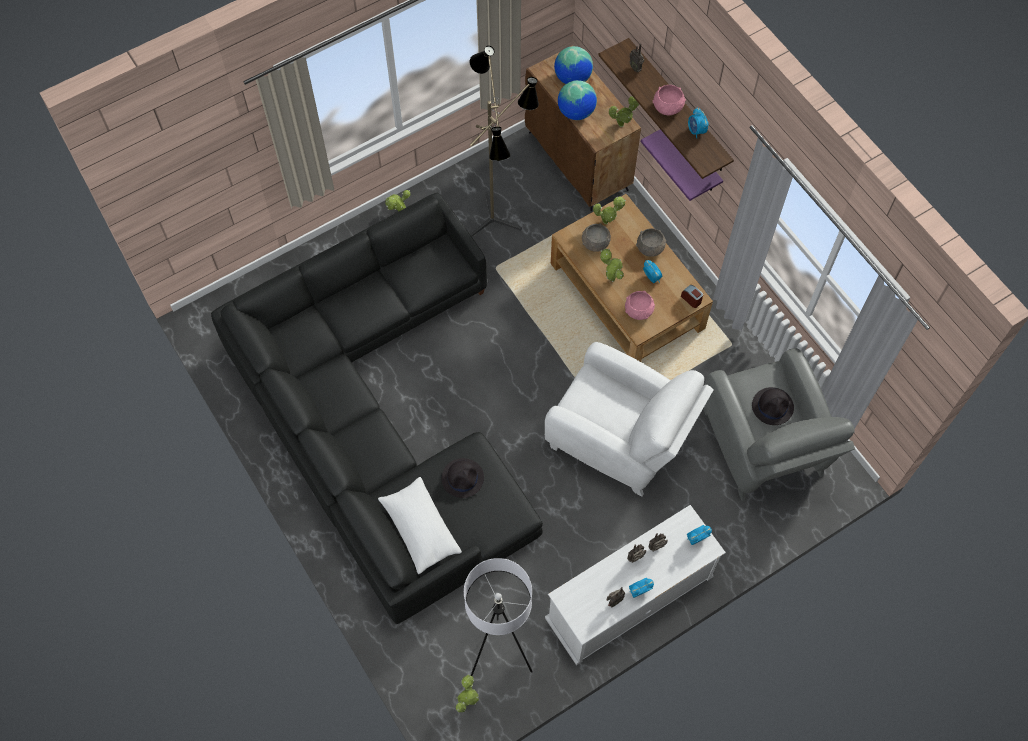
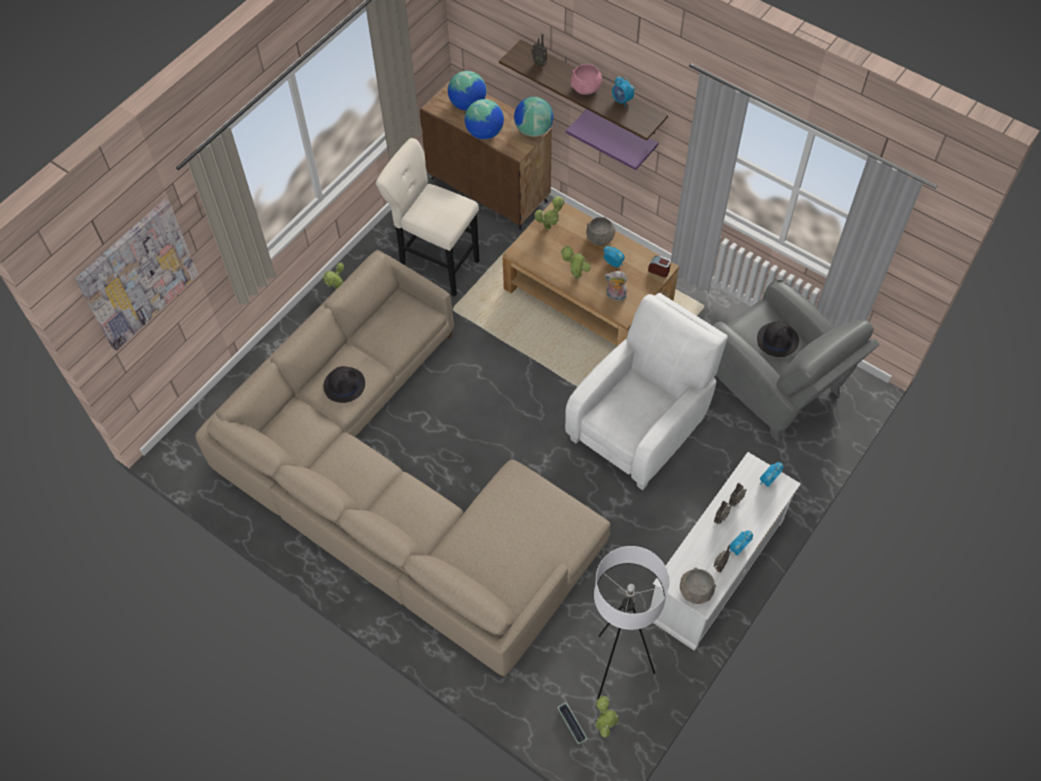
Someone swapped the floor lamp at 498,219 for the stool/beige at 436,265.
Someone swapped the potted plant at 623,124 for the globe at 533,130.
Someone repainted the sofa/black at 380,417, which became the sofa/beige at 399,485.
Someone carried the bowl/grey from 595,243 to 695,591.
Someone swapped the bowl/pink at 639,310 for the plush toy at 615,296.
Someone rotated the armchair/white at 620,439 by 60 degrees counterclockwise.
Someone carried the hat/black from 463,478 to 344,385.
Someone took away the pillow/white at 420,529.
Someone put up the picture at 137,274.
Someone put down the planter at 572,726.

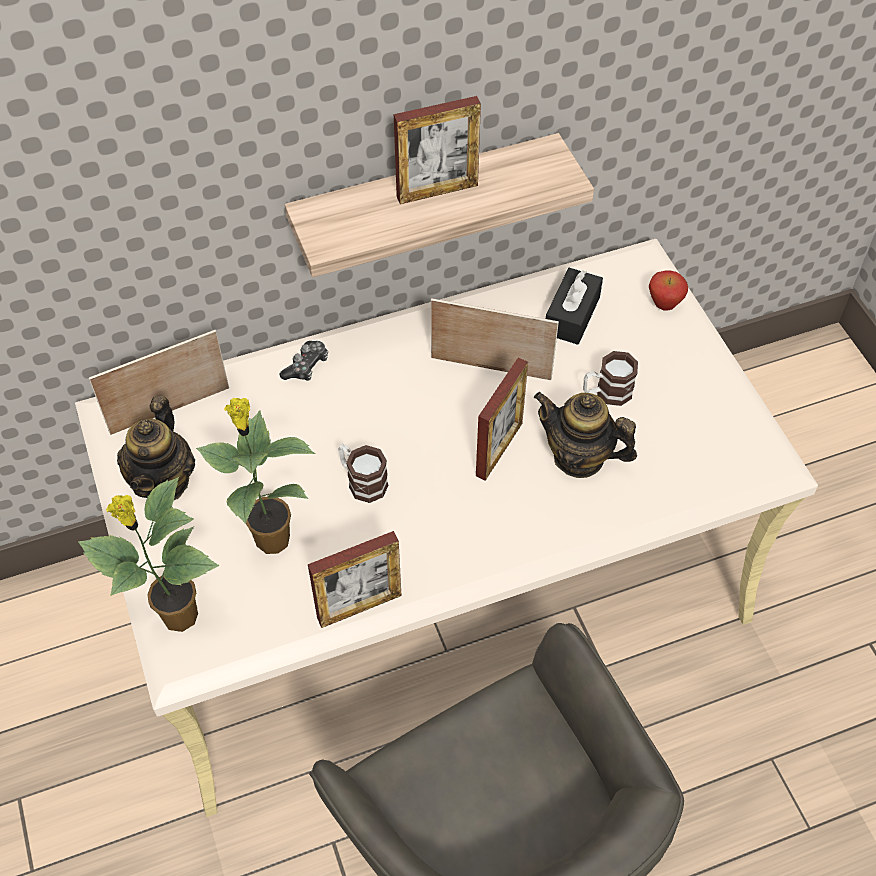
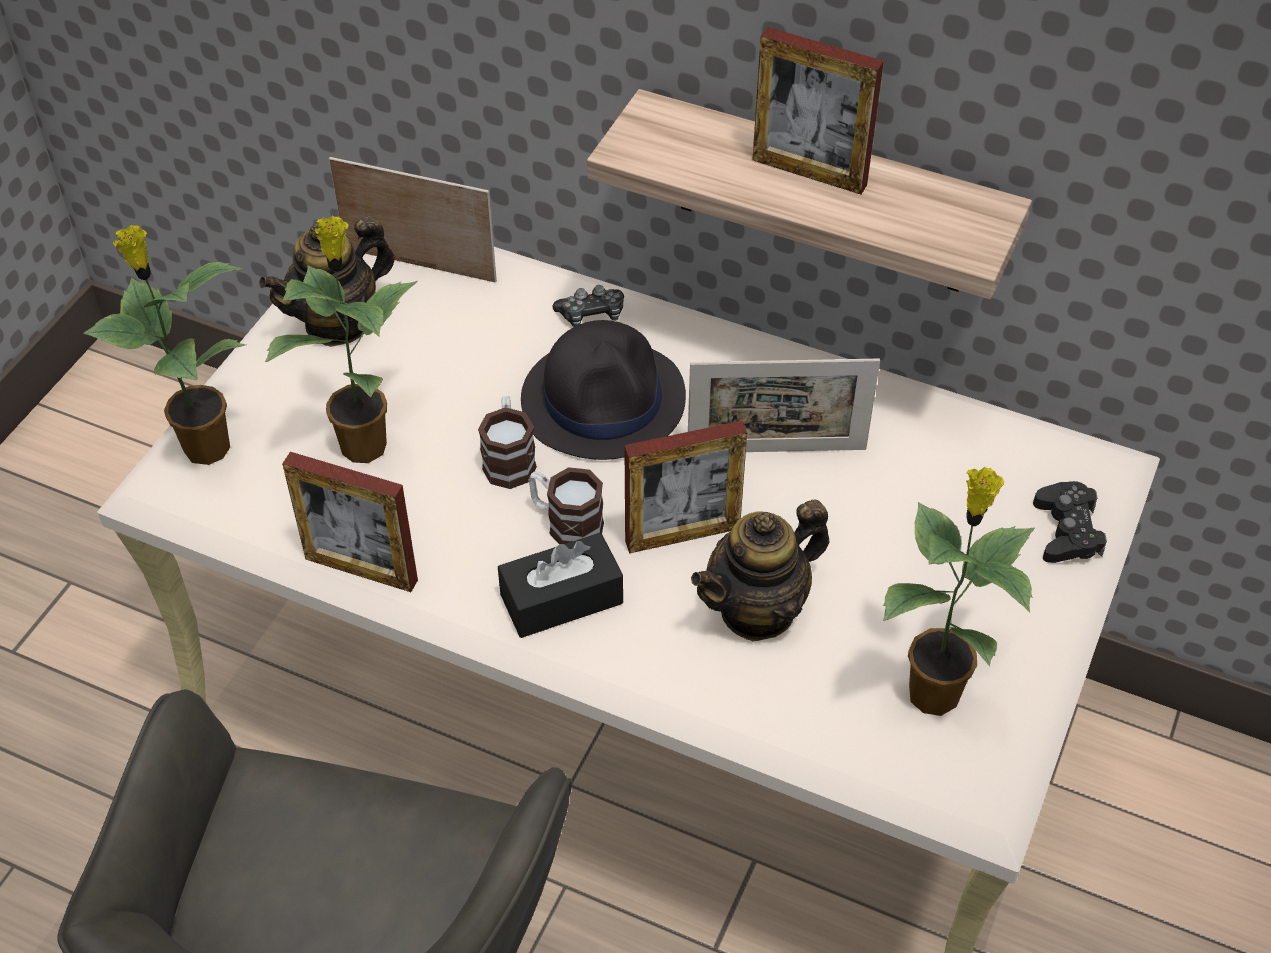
Someone carried the tissue box/black from 572,315 to 561,599.
Someone swapped the apple at 664,305 for the game controller/black at 1067,531.
Someone rotated the picture frame at 491,368 by 120 degrees clockwise.
Someone carried the mug from 606,393 to 566,523.
Someone rotated the teapot at 579,457 by 105 degrees counterclockwise.
Someone put down the hat/black at 604,399.
Someone put down the potted plant at 934,690.

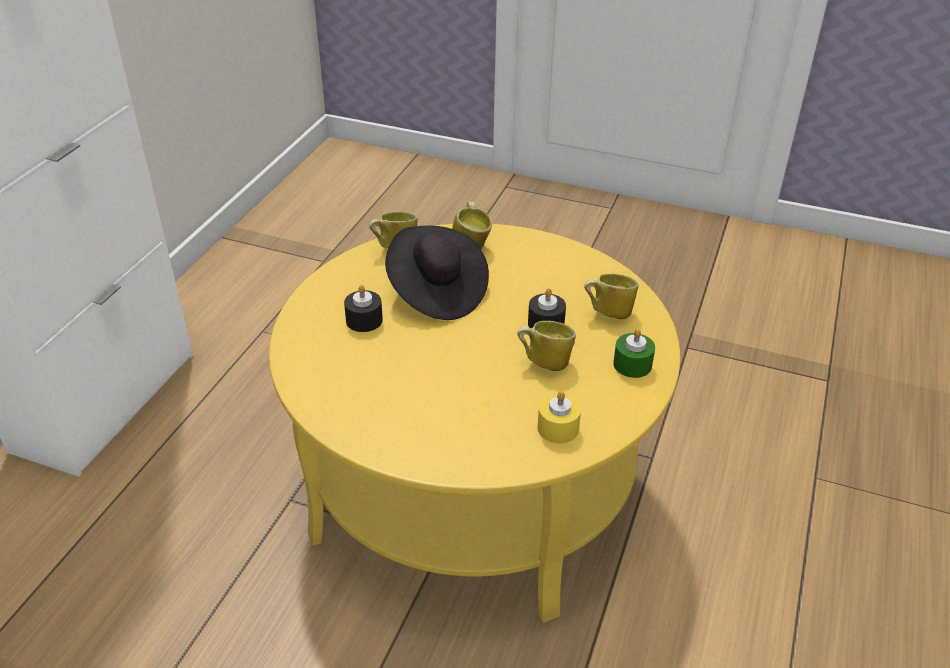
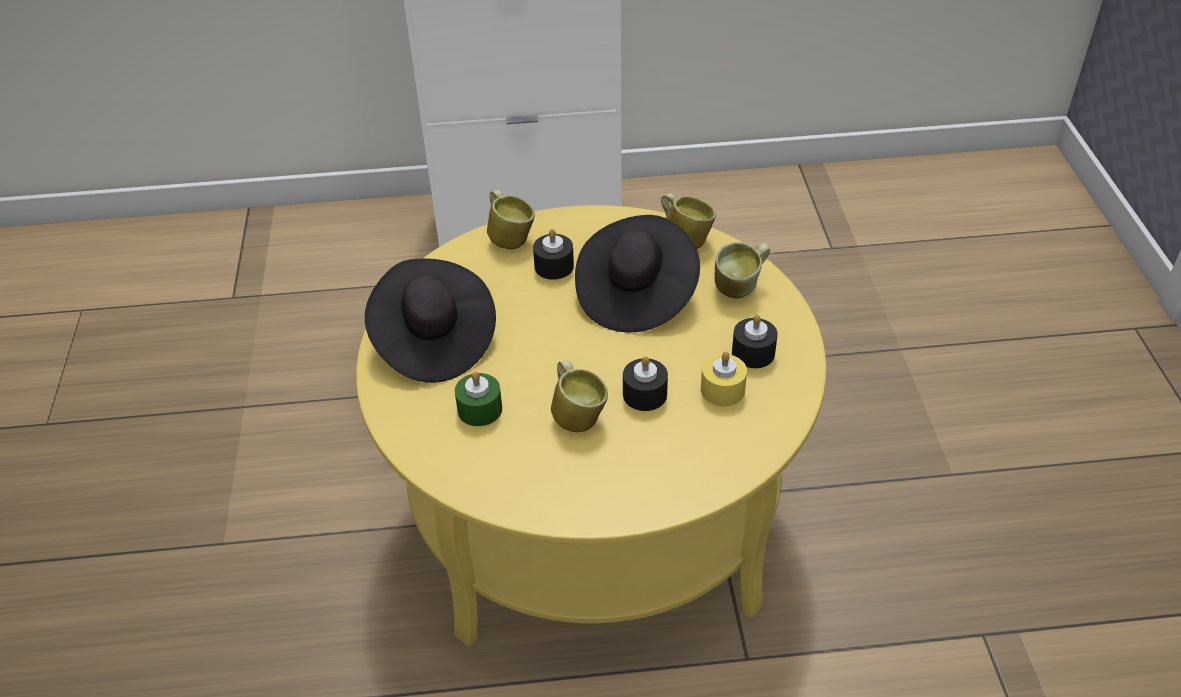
Someone carried the mug from 607,313 to 510,238.
Someone carried the candle/green from 632,364 to 480,409.
Someone carried the candle/yellow from 558,428 to 722,390.
Someone put down the hat/black at 433,341.
Someone put down the candle/black at 753,353.

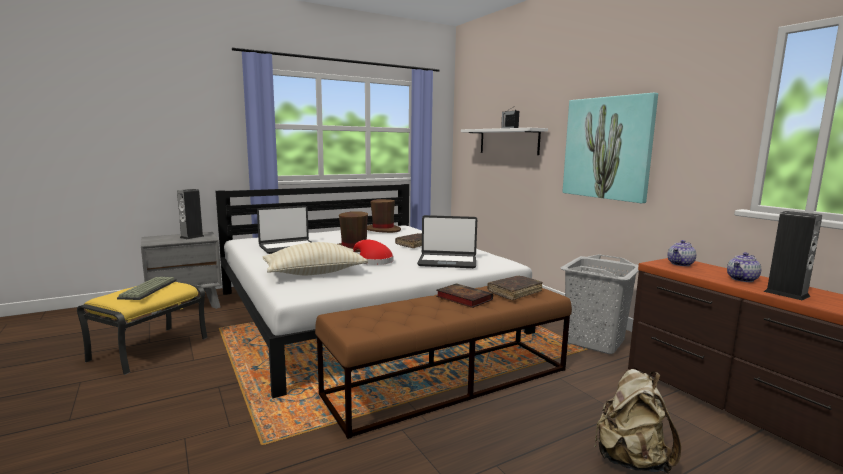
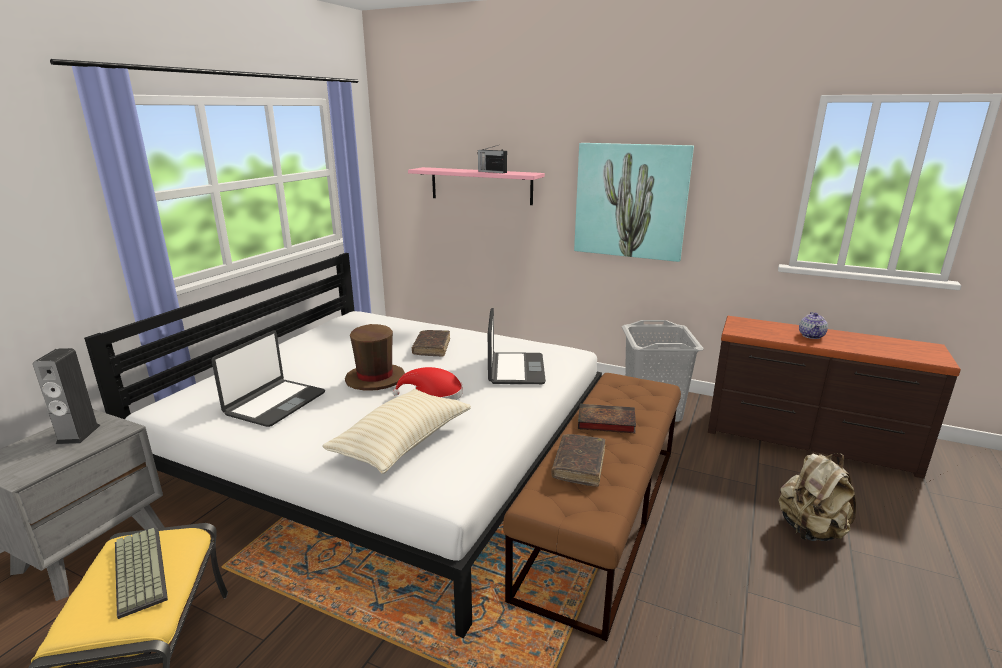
Someone repainted the shelf/white at 508,141, which became the shelf/pink at 481,185.
Someone took away the hat/brown at 383,230.
Someone took away the speaker at 786,294.
Someone rotated the laptop at 447,262 by 60 degrees counterclockwise.
Someone took away the teapot at 680,264.
Someone carried the book/brown from 514,292 to 579,465.

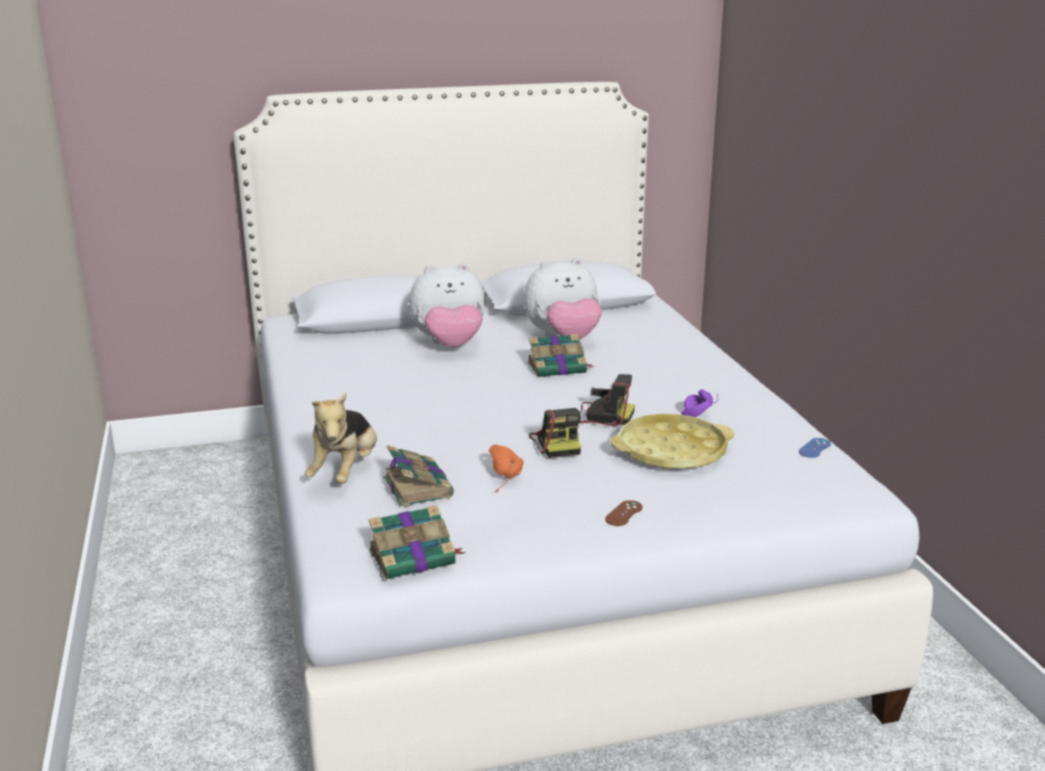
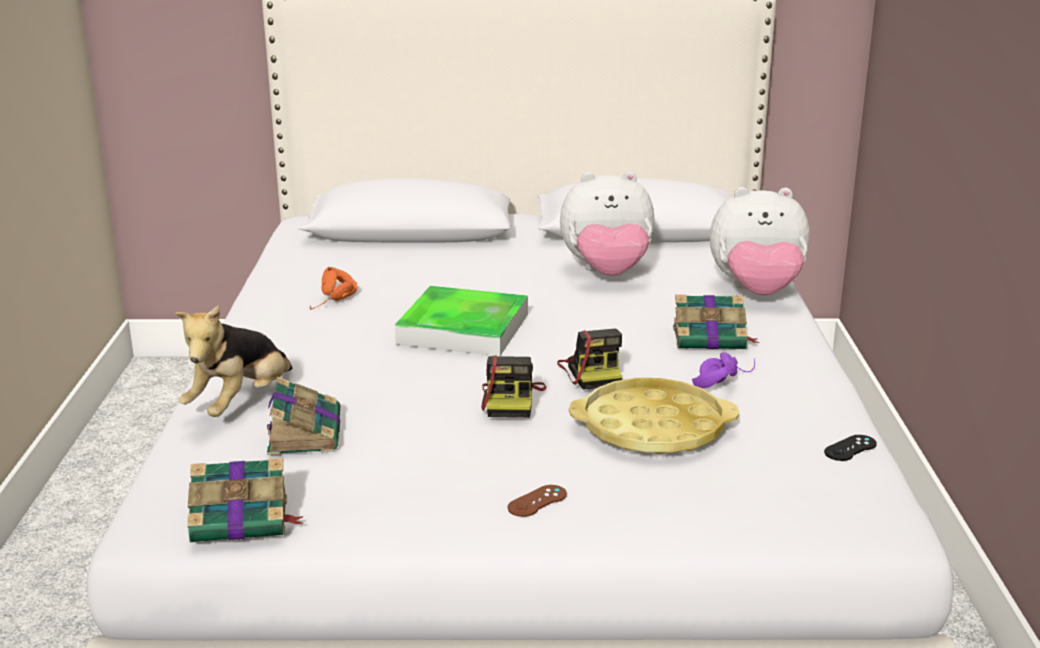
Someone carried the plush toy from 450,345 to 756,292.
Someone carried the book from 558,367 to 711,338.
Someone rotated the photo camera at 602,416 by 45 degrees clockwise.
Someone repainted the game controller/blue at 815,448, which became the game controller/black at 850,448.
Someone carried the headphones/orange from 508,480 to 335,302.
Someone put down the tray at 463,329.

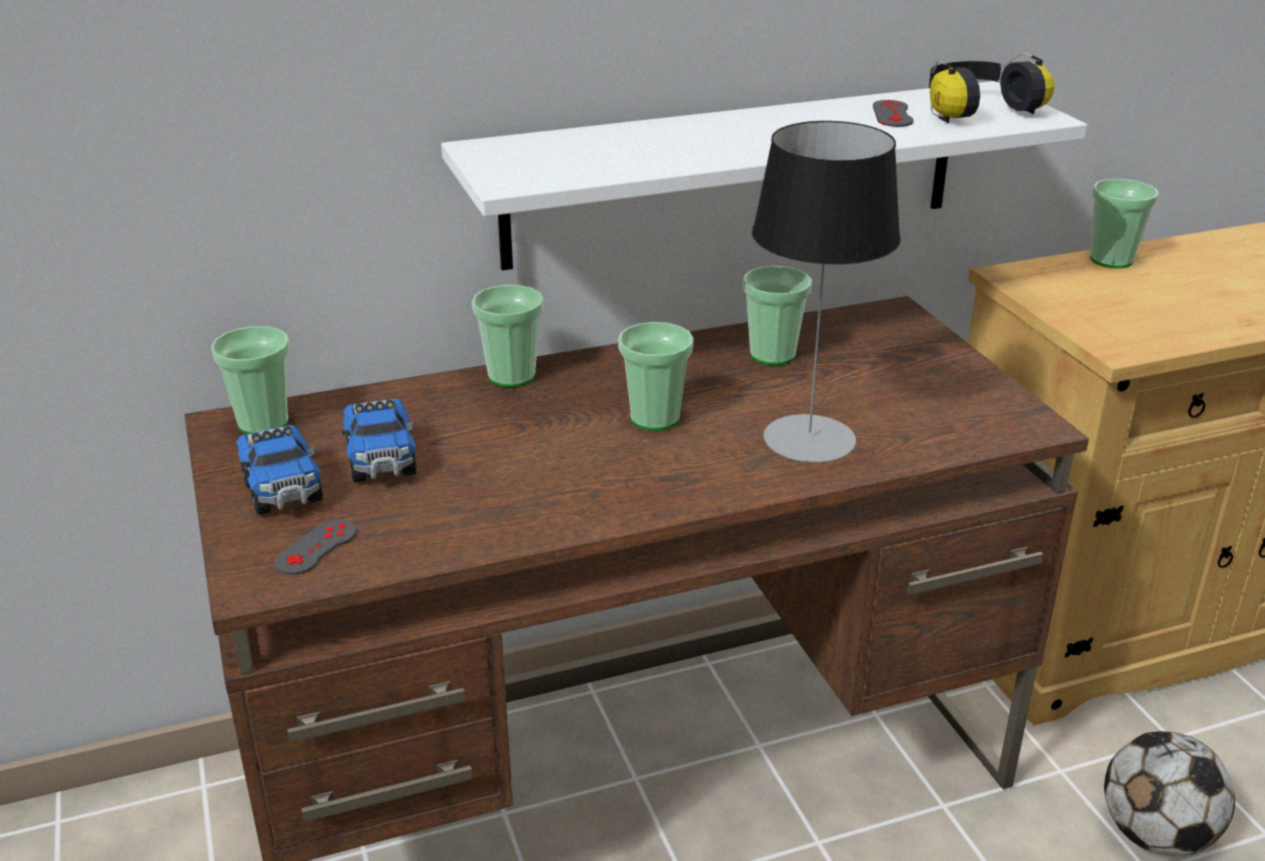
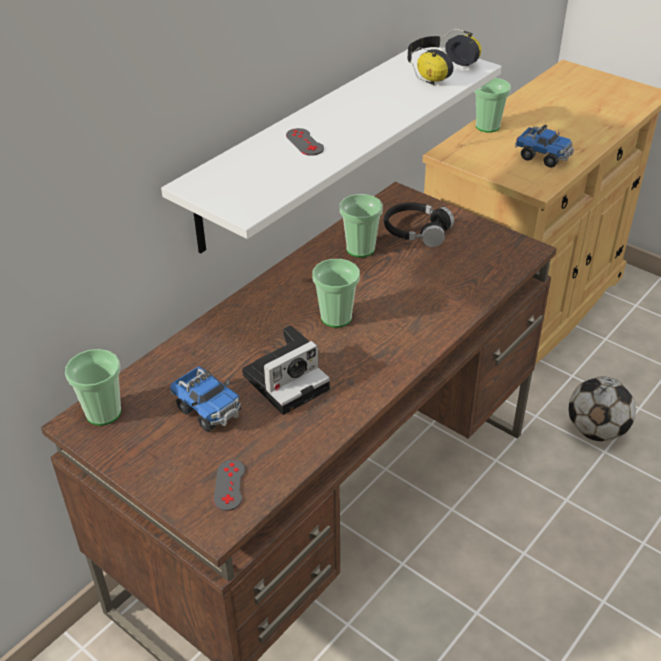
Someone carried the game controller/grey from 892,114 to 304,142.
Someone took away the table lamp at 809,438.
Someone took away the cup at 511,376.
Someone carried the toy truck from 282,491 to 542,157.
Someone put down the headphones/black at 416,231.
Someone put down the photo camera at 287,380.

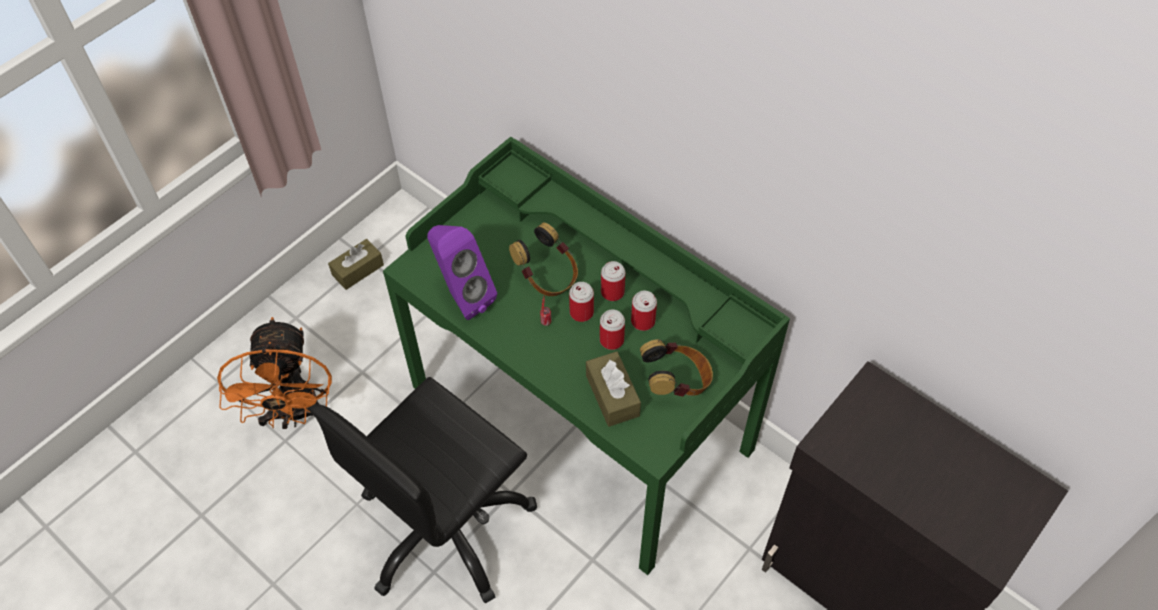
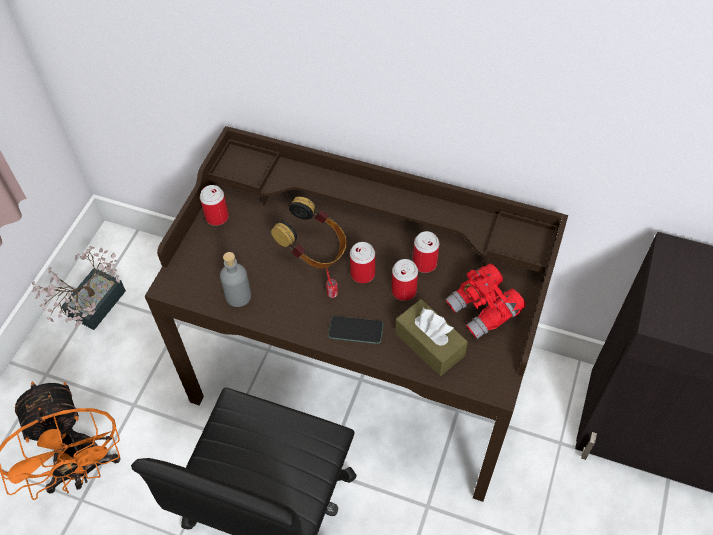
Someone repainted the desk/green at 582,416, which became the desk/brown at 360,375.
Someone swapped the speaker/purple at 462,297 for the bottle/grey at 238,296.
Someone swapped the tissue box/brown at 358,270 for the potted plant at 91,308.
Someone carried the can from 612,292 to 217,217.
Someone swapped the headphones at 677,382 for the binoculars/red at 483,310.
Someone put down the phone at 355,330.

